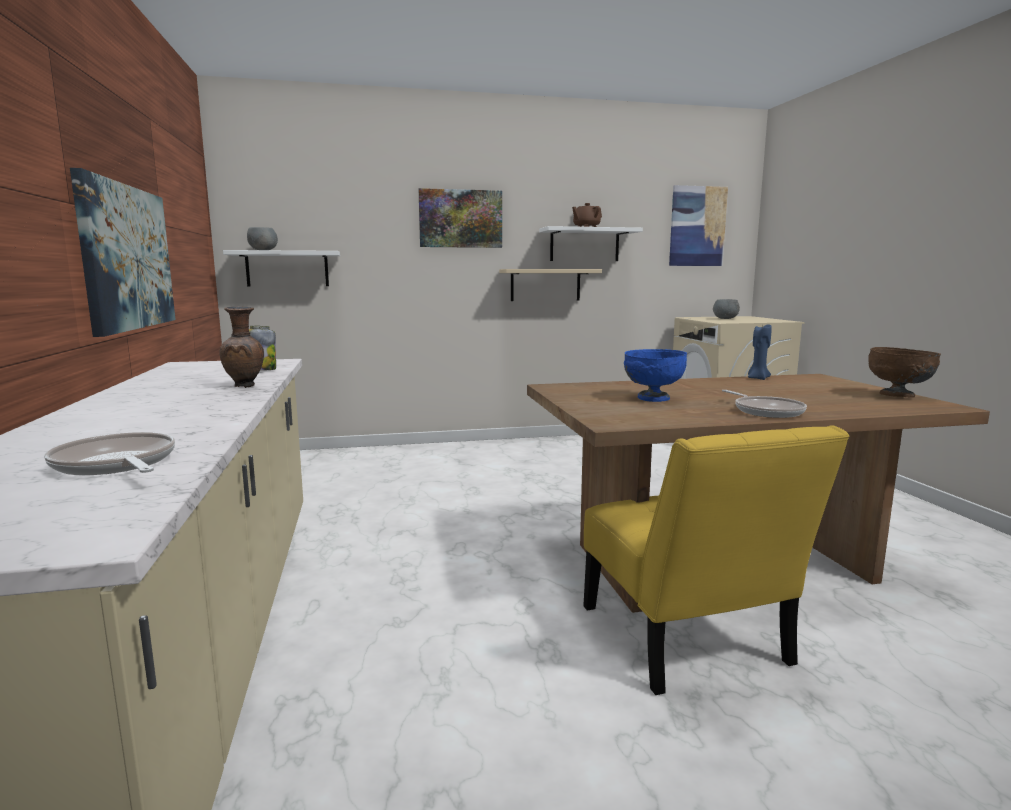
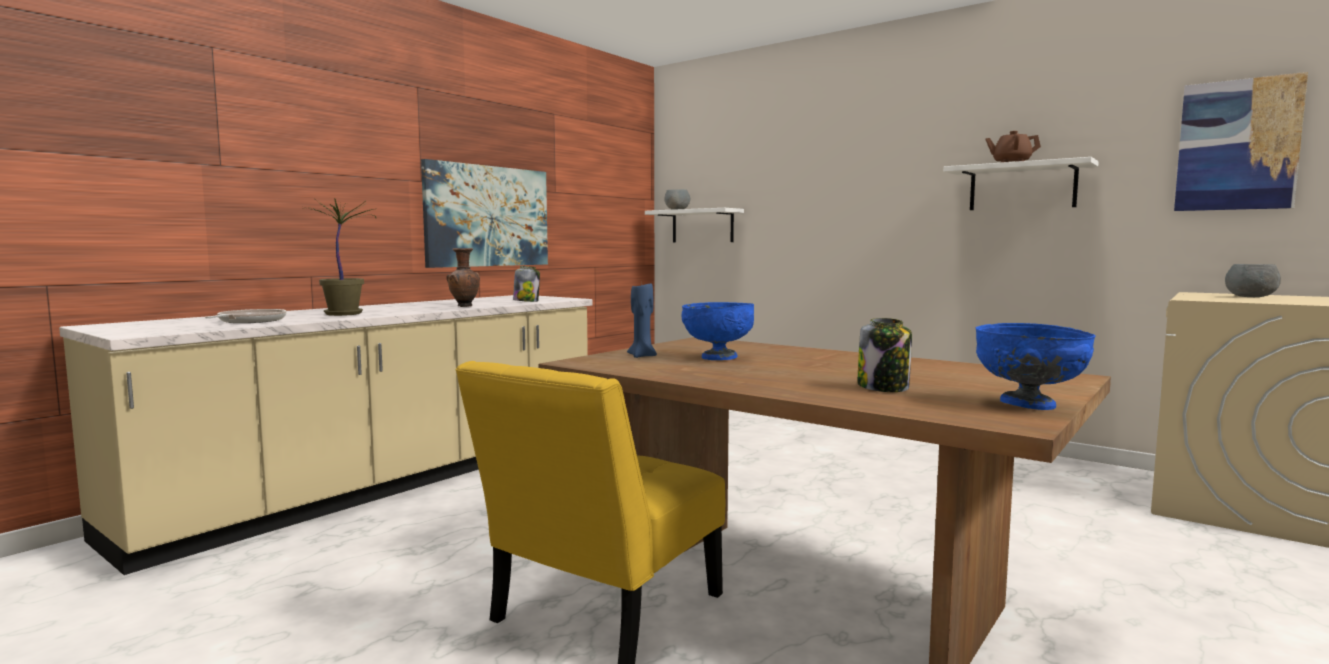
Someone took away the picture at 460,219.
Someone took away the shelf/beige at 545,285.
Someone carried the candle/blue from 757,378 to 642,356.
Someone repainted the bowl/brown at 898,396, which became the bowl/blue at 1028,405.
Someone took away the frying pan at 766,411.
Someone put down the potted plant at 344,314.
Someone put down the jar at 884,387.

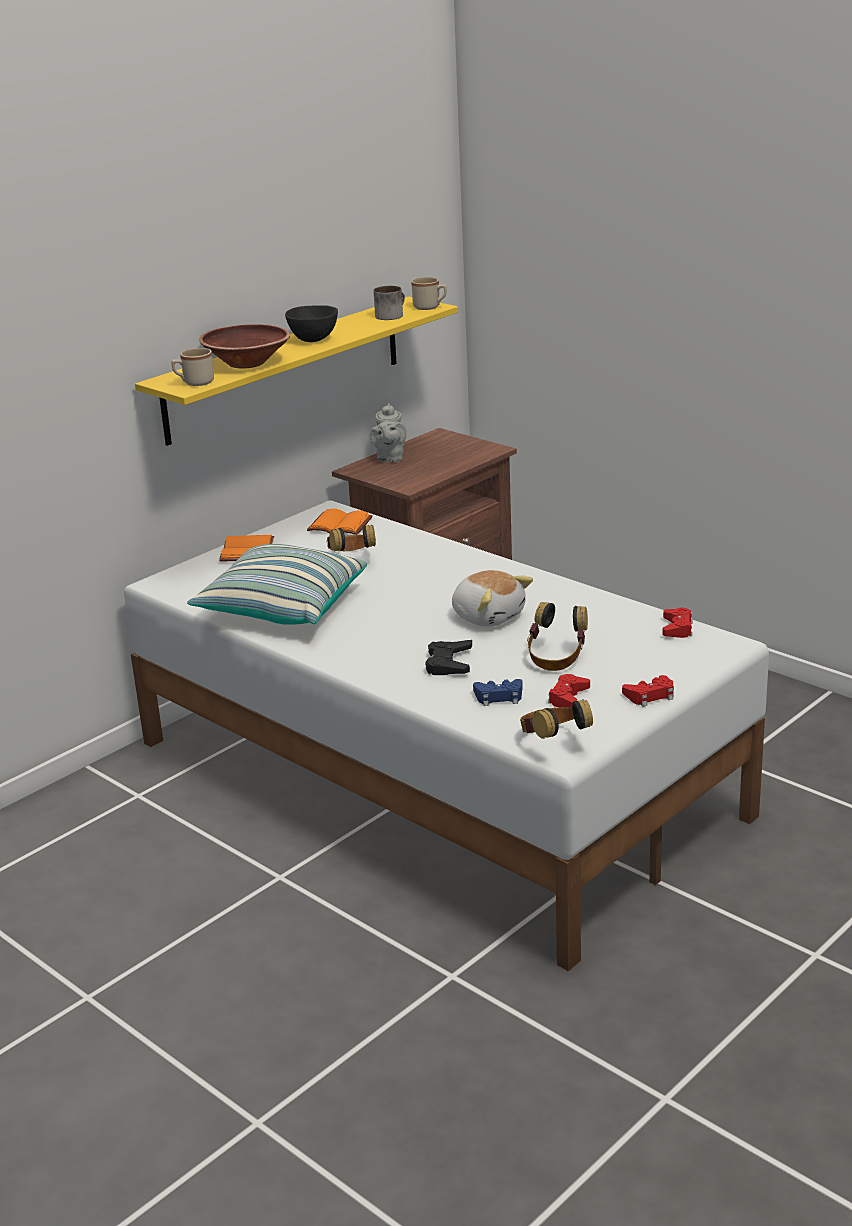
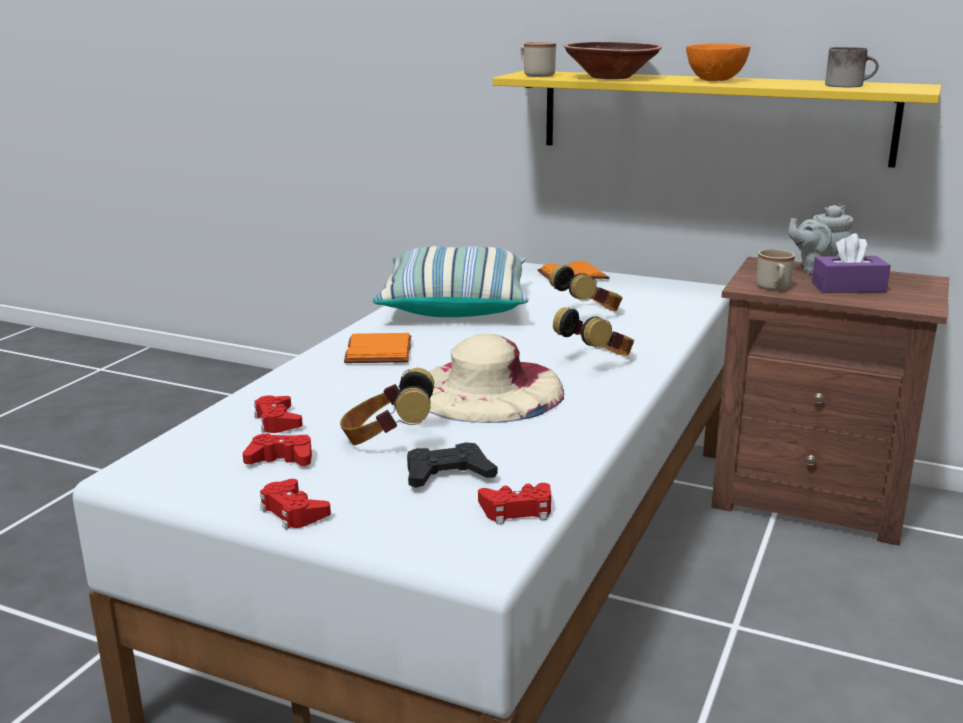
Someone carried the mug/beige from 430,307 to 774,288.
Someone repainted the bowl/black at 314,339, which became the bowl/orange at 716,80.
Someone carried the book/orange from 338,526 to 376,351.
Someone swapped the plush toy at 488,616 for the hat/beige at 487,390.
Someone carried the game controller/black from 449,663 to 448,474.
Someone repainted the game controller/blue at 499,697, which became the game controller/red at 277,421.
Someone carried the headphones from 553,742 to 596,360.
Someone put down the tissue box/purple at 848,287.

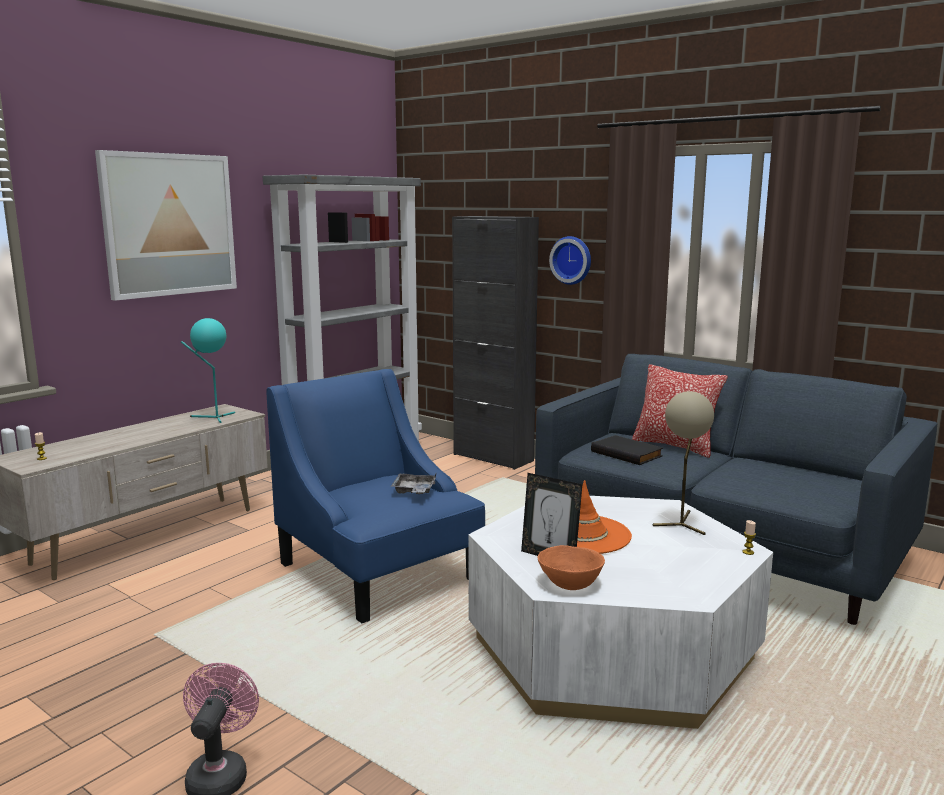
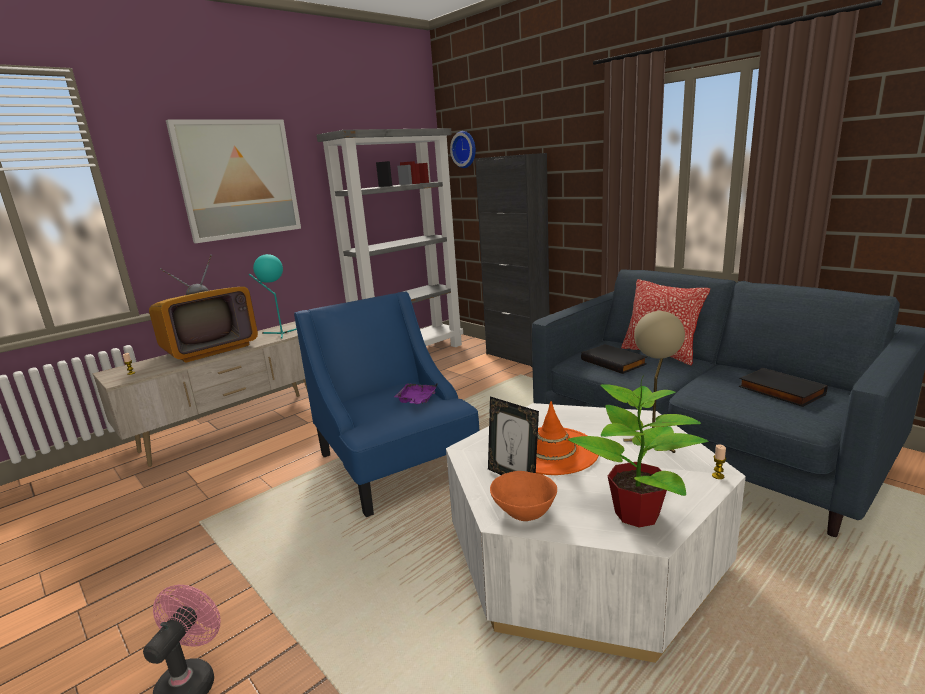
Someone carried the wall clock from 572,260 to 465,149.
Someone repainted the tray/grey at 414,491, which became the tray/purple at 416,400.
Someone put down the television at 210,349.
Someone put down the book/black at 779,391.
Someone put down the potted plant at 638,514.

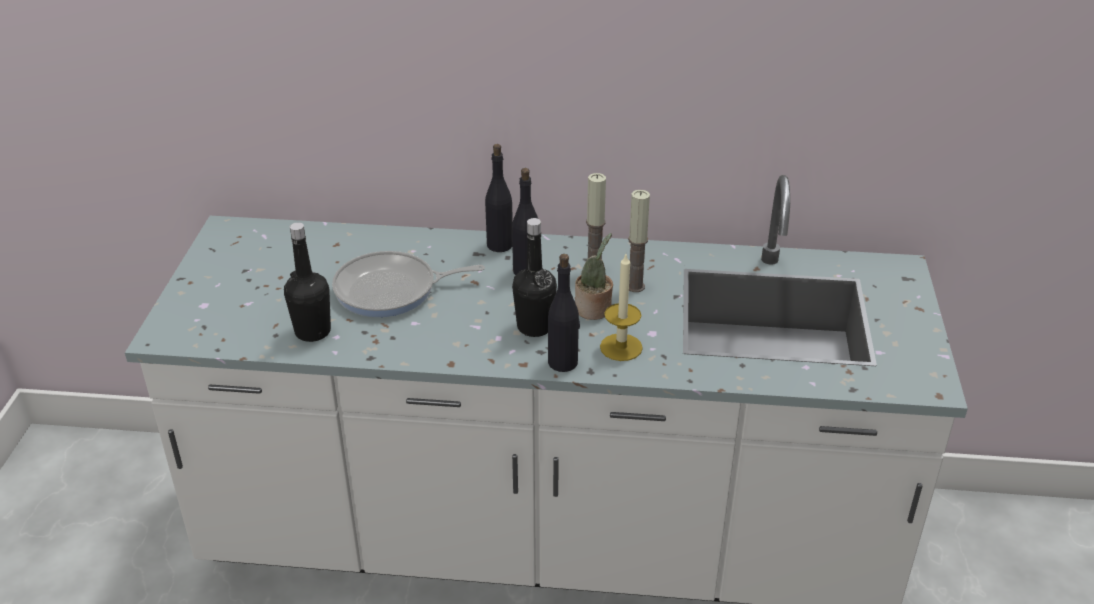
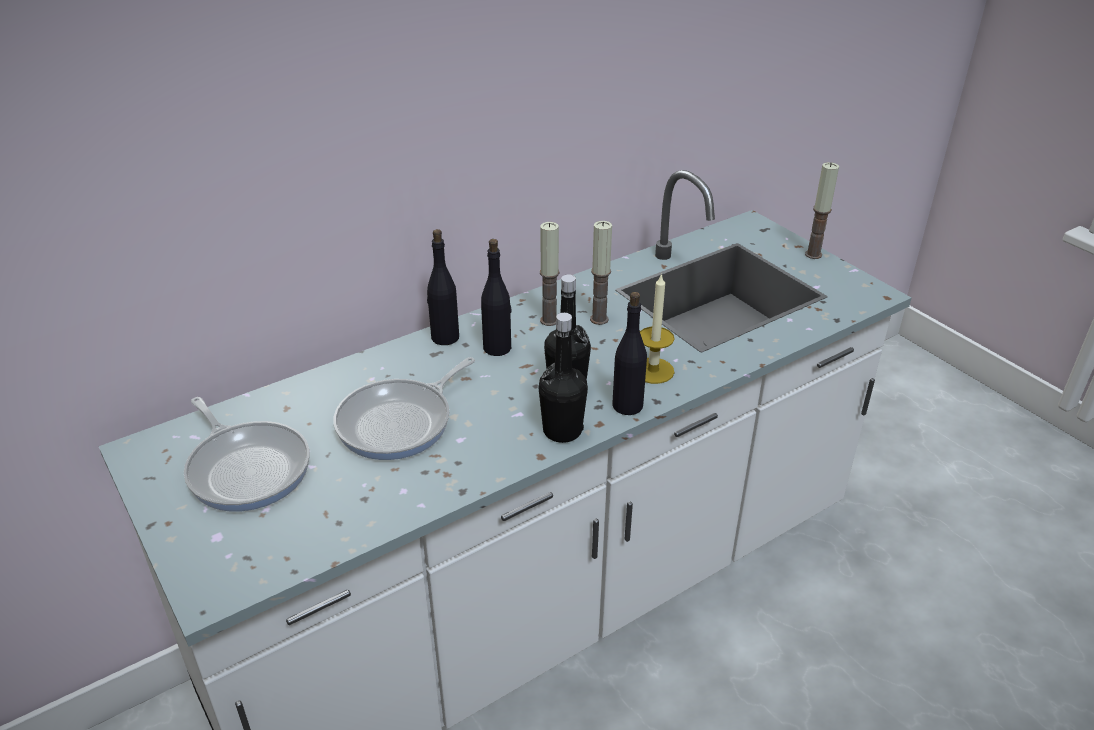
Someone carried the bottle/black from 313,331 to 562,431.
Someone took away the potted plant at 594,310.
Someone put down the candle at 813,254.
Someone put down the frying pan at 247,468.

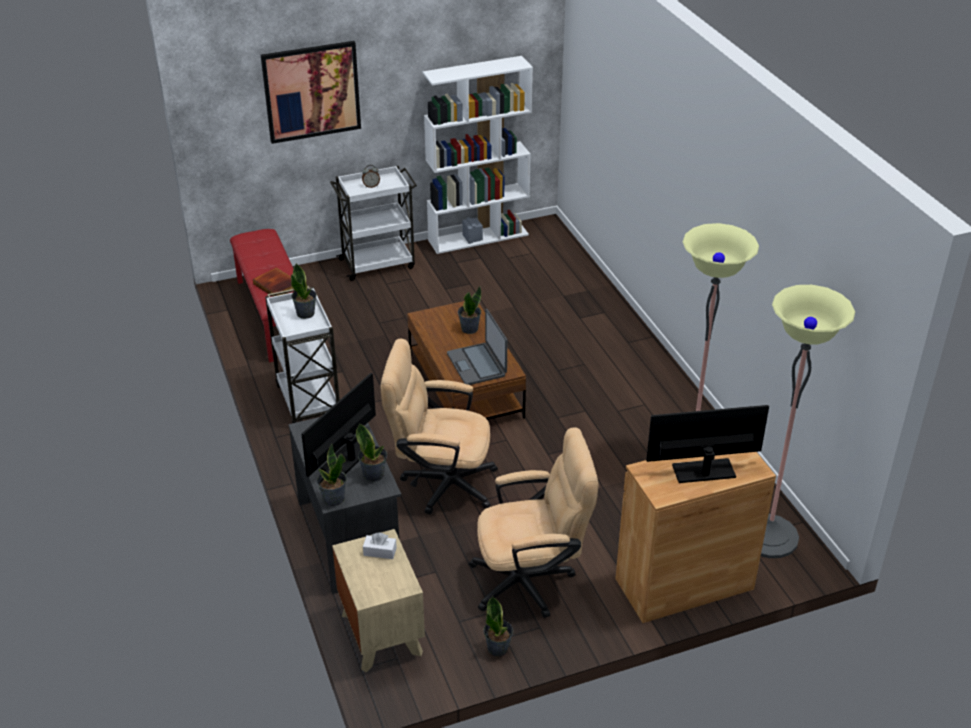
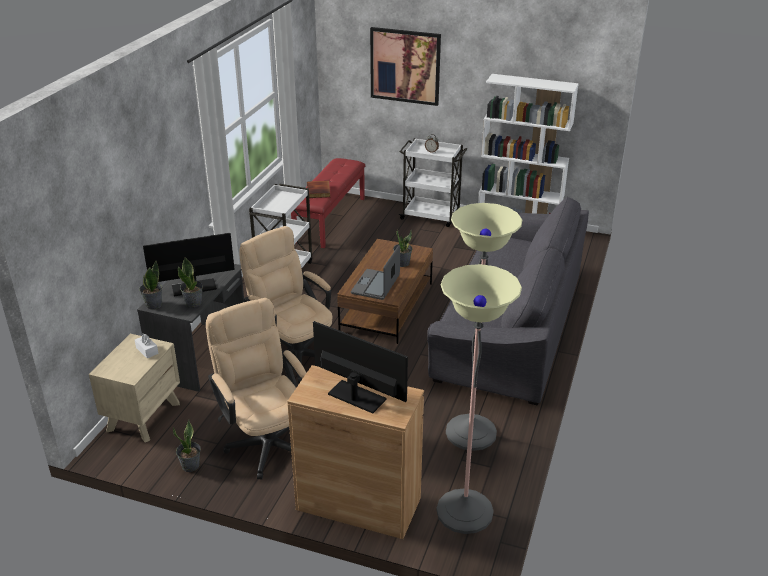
Someone took away the potted plant at 306,313.
Someone rotated the office chair/beige at 531,580 by 150 degrees counterclockwise.
Someone put down the sofa/grey at 509,327.

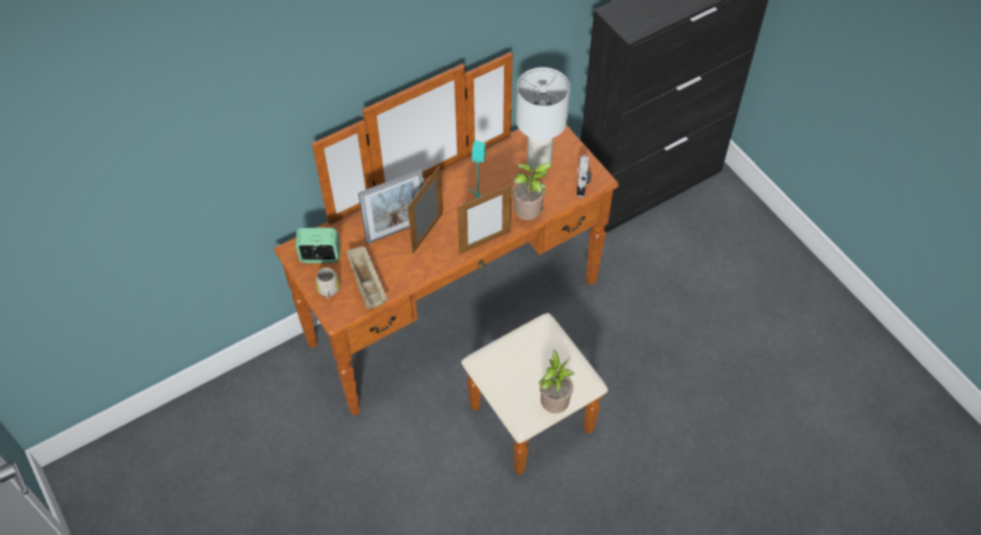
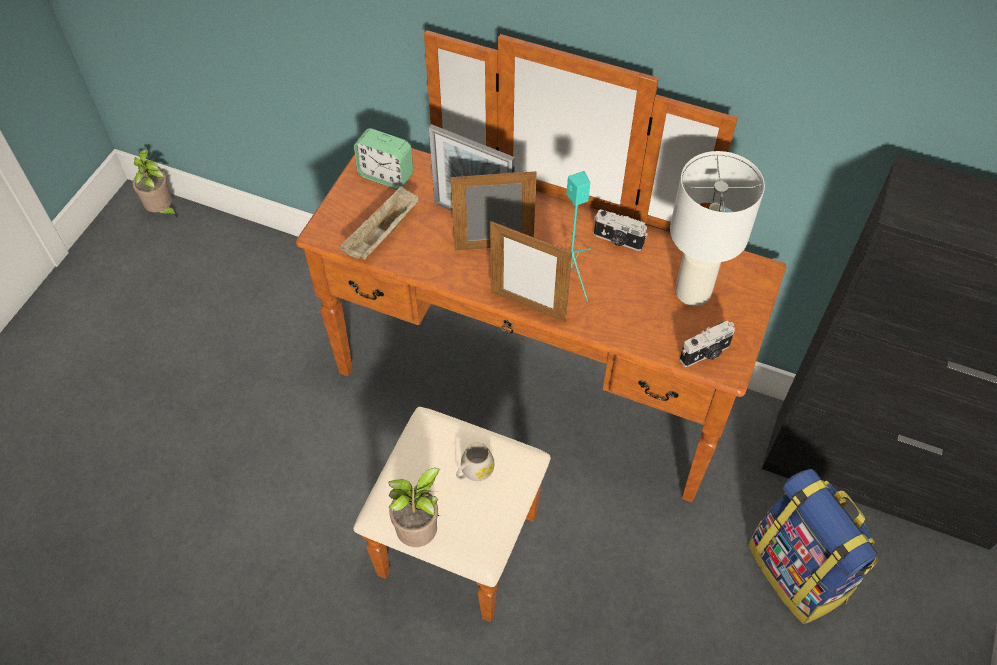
Someone carried the potted plant from 529,216 to 162,211.
Someone rotated the alarm clock at 320,256 by 150 degrees clockwise.
Someone carried the mug/white from 329,291 to 474,471.
Someone put down the photo camera at 618,241.
Someone put down the backpack at 798,572.

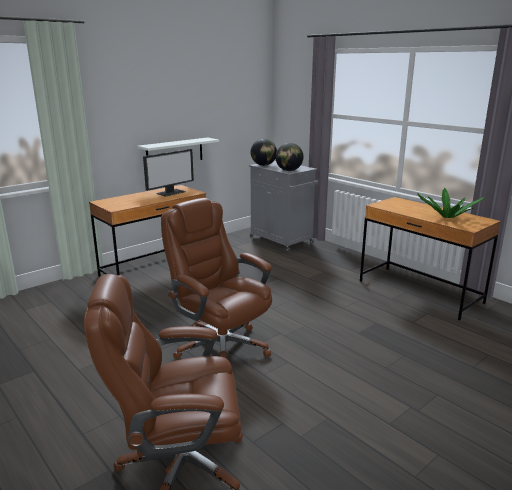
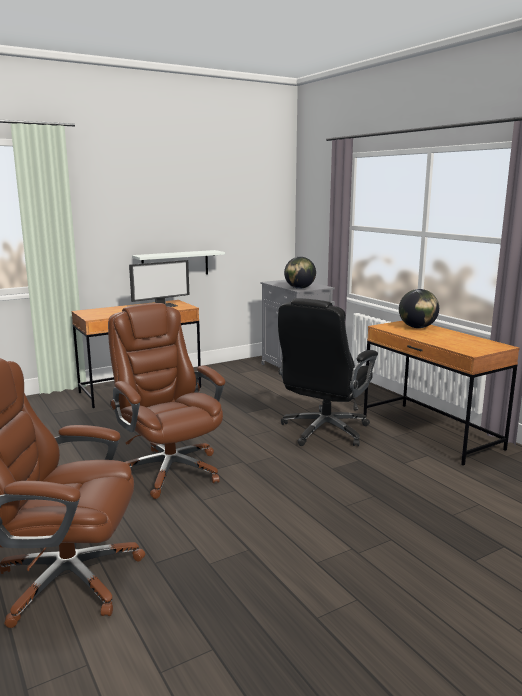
Someone carried the globe from 263,165 to 417,327.
Someone took away the potted plant at 447,217.
Someone put down the office chair/black at 324,431.

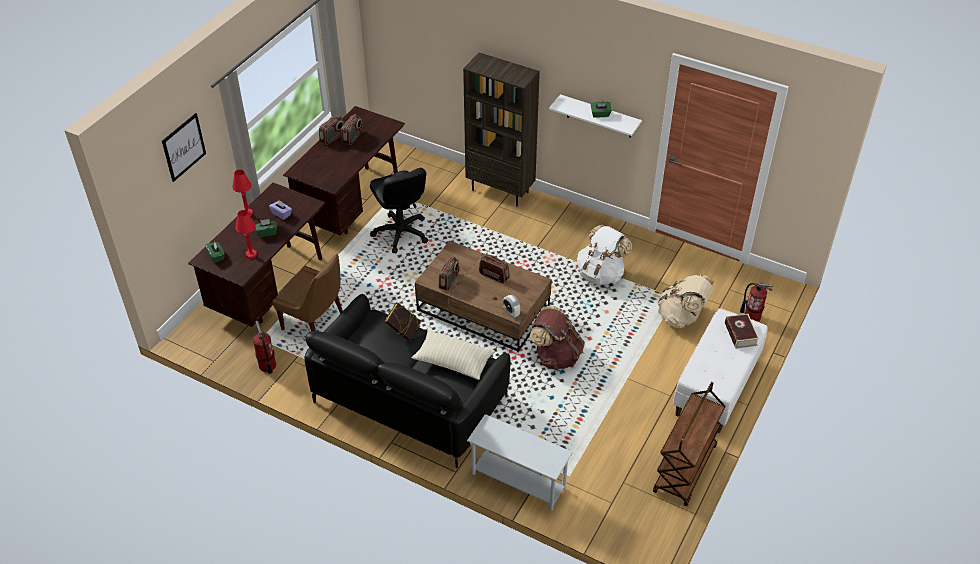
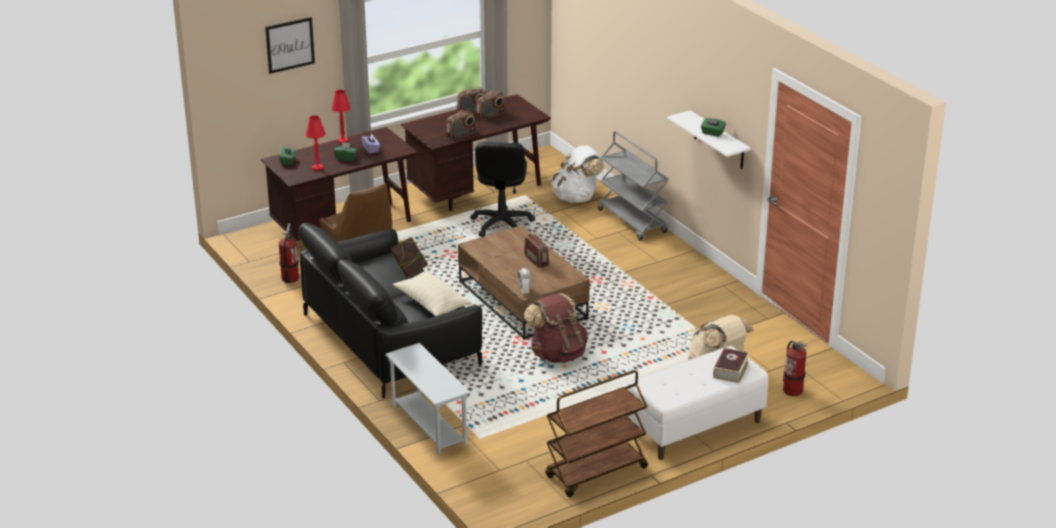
Someone swapped the bookcase/brown at 501,191 for the cart/grey at 632,221.
Someone carried the backpack/white from 601,274 to 577,198.
Someone carried the radio from 449,281 to 461,135.

